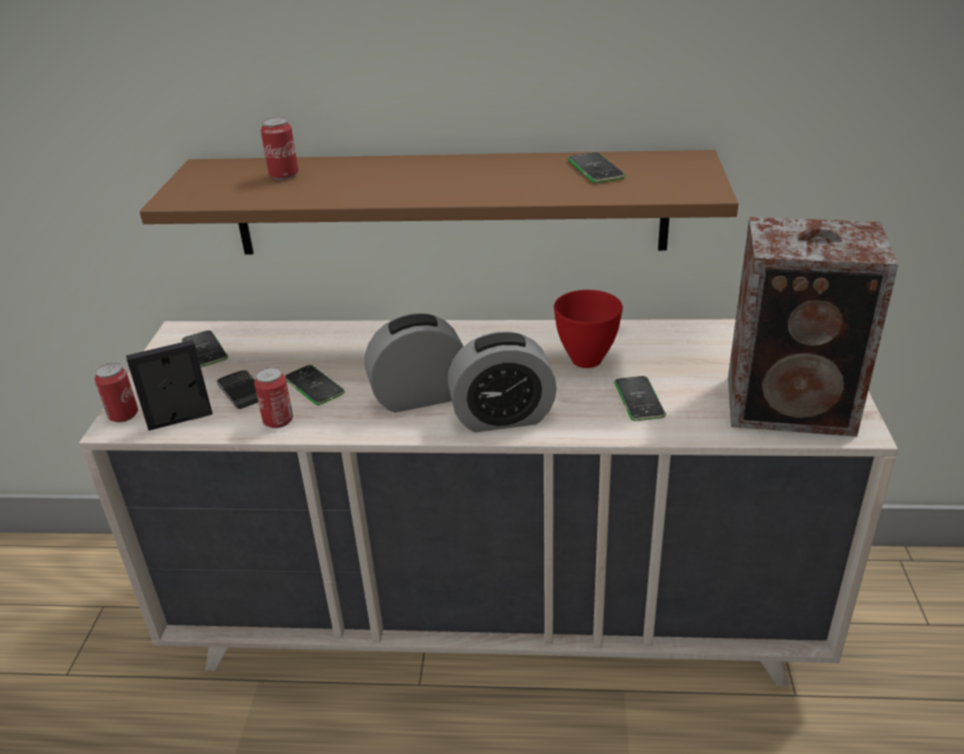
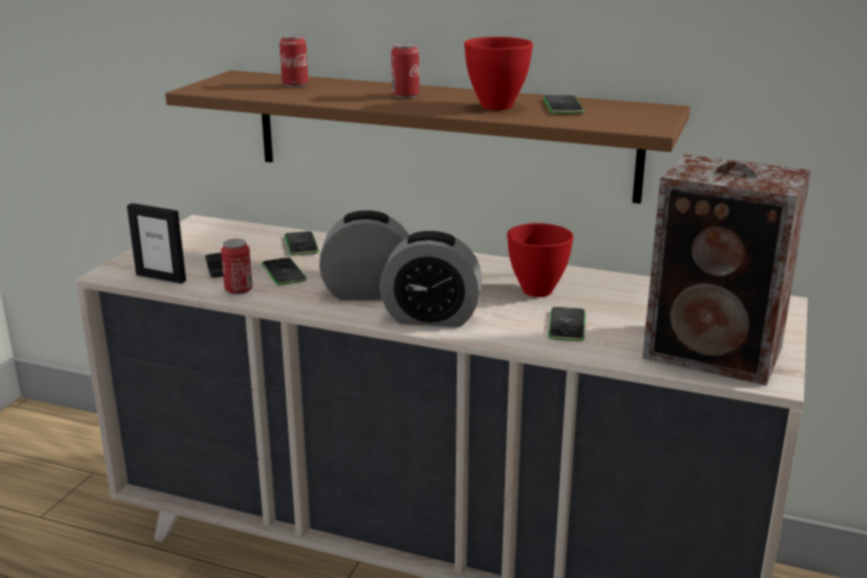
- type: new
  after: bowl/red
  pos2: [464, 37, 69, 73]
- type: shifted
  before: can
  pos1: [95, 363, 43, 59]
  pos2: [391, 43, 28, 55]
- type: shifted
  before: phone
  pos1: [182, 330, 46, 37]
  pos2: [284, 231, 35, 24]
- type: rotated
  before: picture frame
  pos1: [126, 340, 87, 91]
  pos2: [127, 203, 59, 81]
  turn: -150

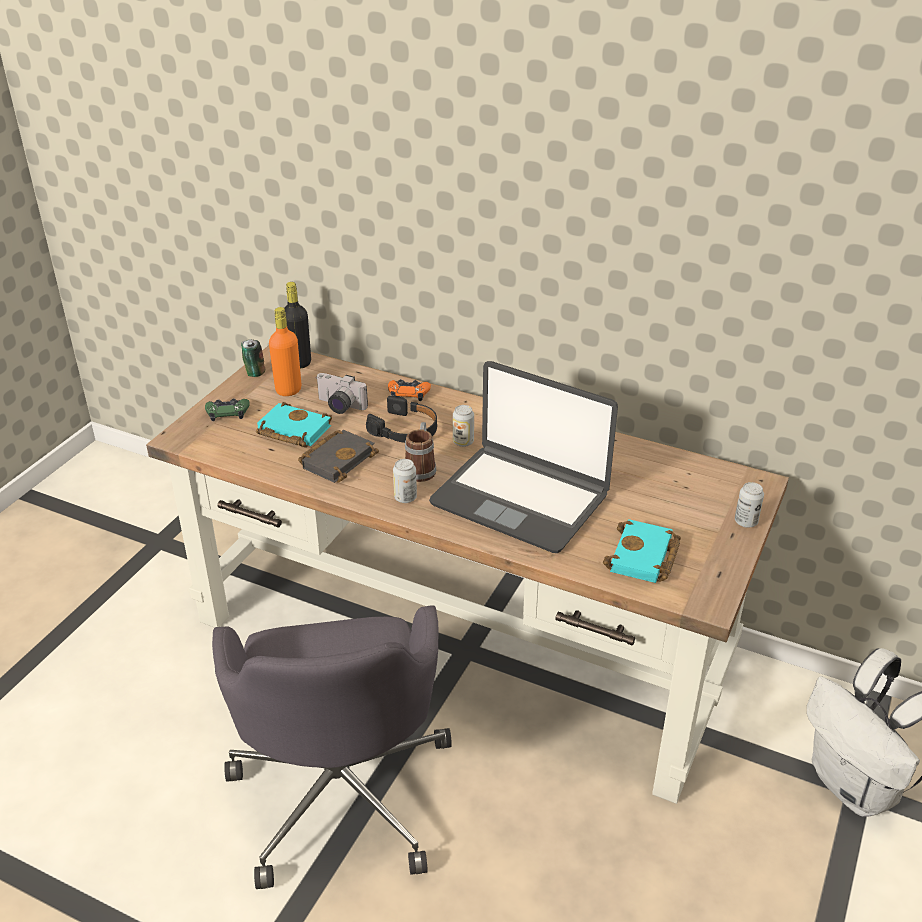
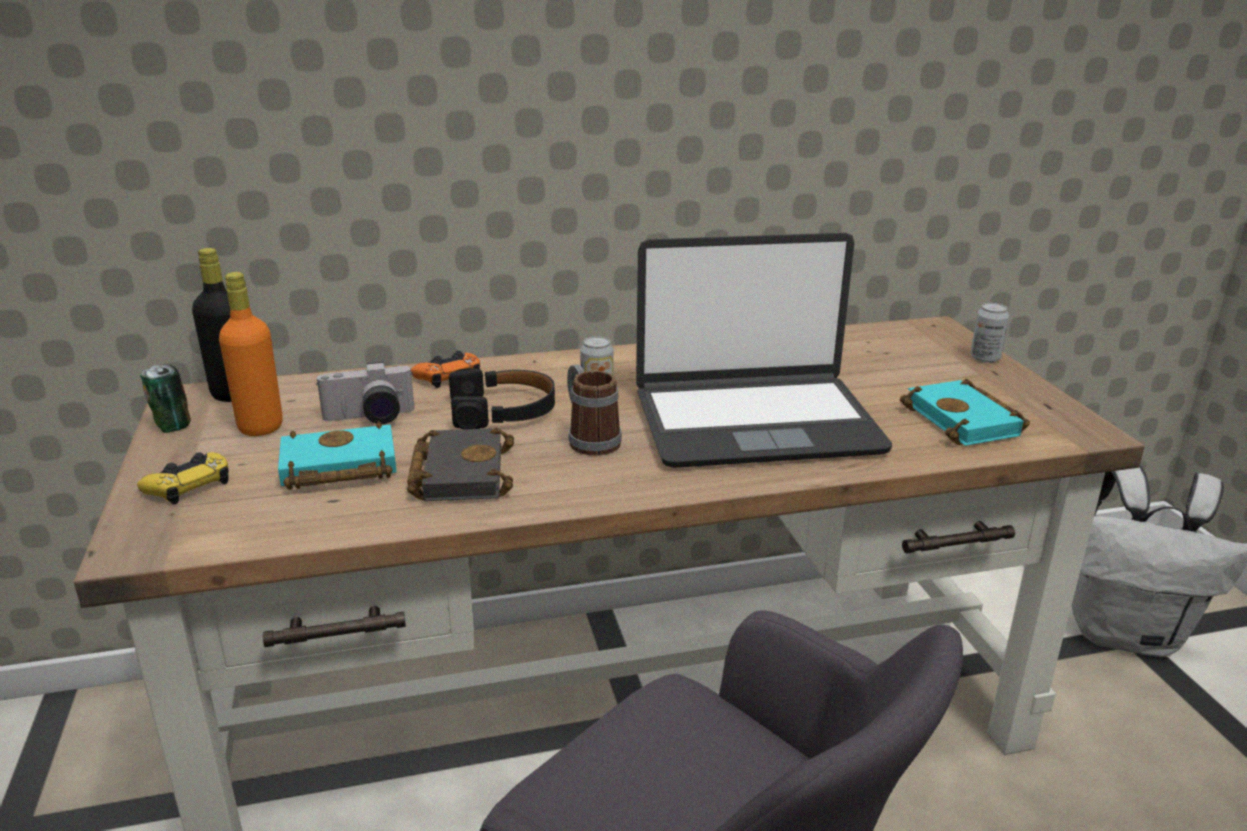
- type: gone
  before: can
  pos1: [393, 459, 24, 44]
- type: repainted
  before: game controller/green
  after: game controller/yellow
  pos1: [205, 398, 45, 23]
  pos2: [137, 452, 92, 52]

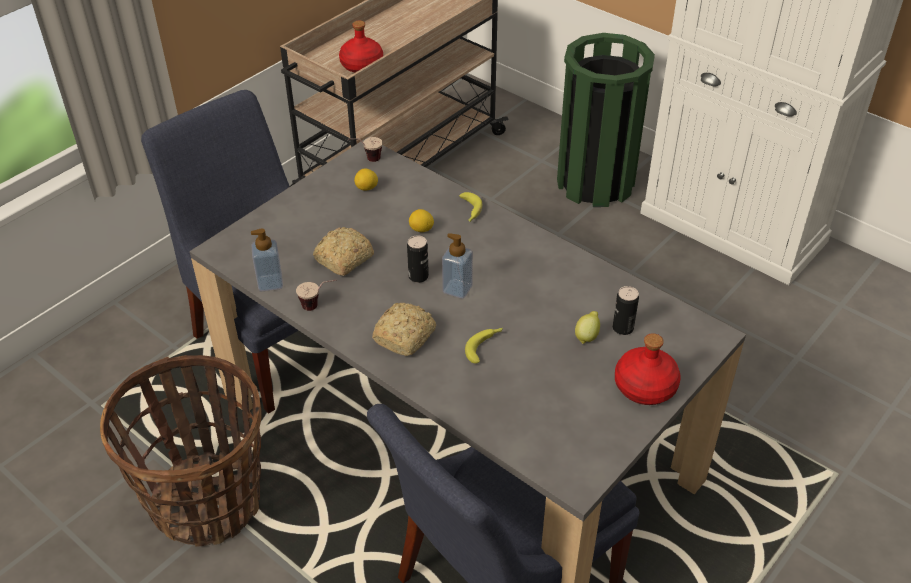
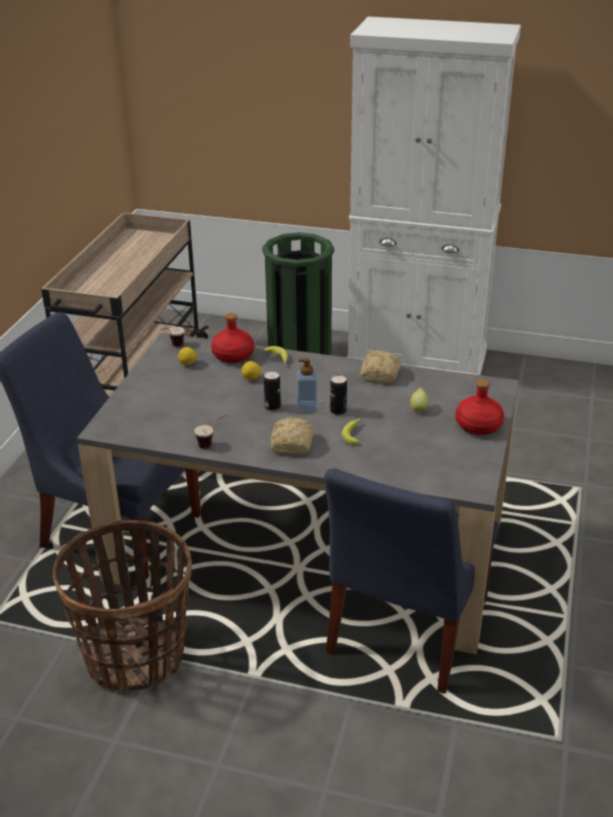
- type: gone
  before: soap dispenser
  pos1: [251, 229, 32, 62]
- type: shifted
  before: bread
  pos1: [313, 227, 61, 49]
  pos2: [360, 350, 41, 33]
- type: shifted
  before: bottle/red
  pos1: [339, 20, 44, 53]
  pos2: [211, 313, 43, 50]
- type: shifted
  before: can
  pos1: [613, 286, 26, 49]
  pos2: [330, 375, 17, 40]

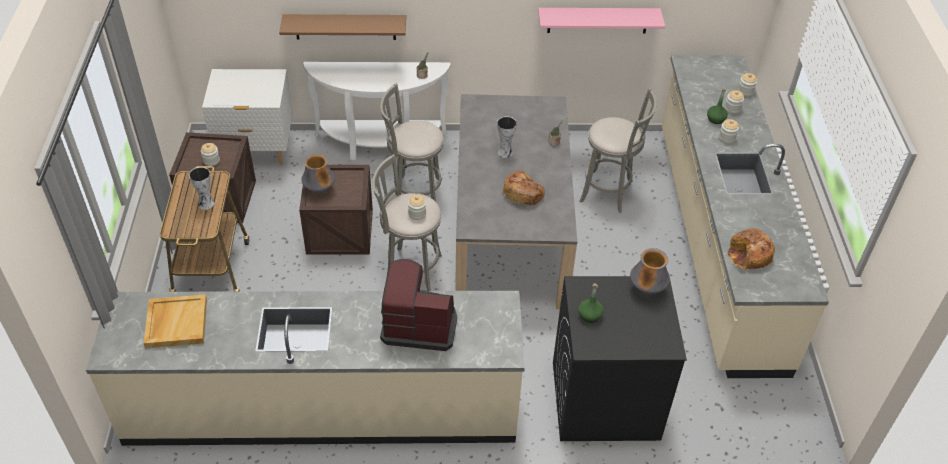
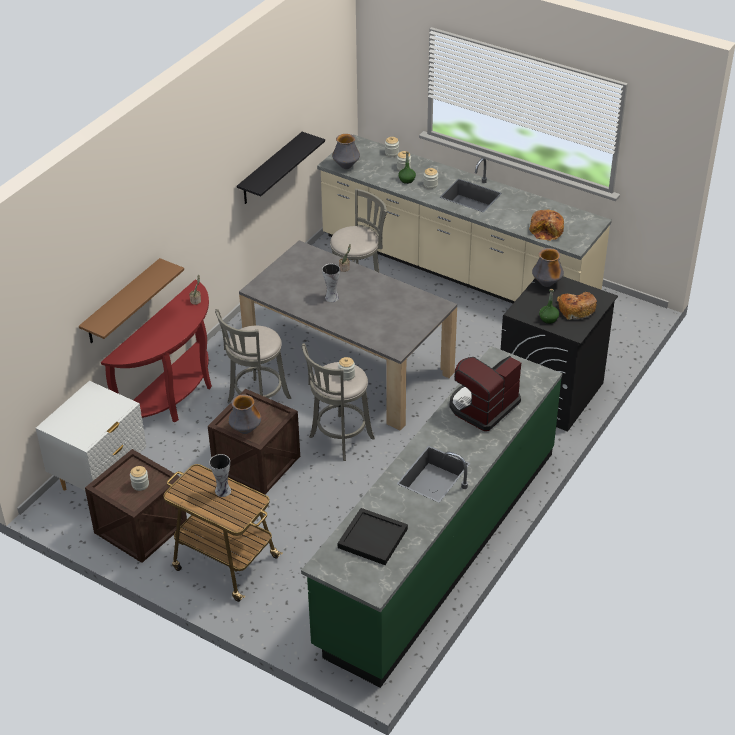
- type: new
  after: vase
  pos2: [332, 134, 28, 35]
- type: shifted
  before: bread
  pos1: [502, 171, 43, 35]
  pos2: [557, 292, 40, 28]
- type: repainted
  before: counter/beige
  after: counter/green
  pos1: [86, 291, 439, 155]
  pos2: [301, 346, 261, 342]
- type: repainted
  before: tray/beige
  after: tray/black
  pos1: [143, 294, 64, 54]
  pos2: [338, 508, 70, 57]
- type: repainted
  before: console table/white
  after: console table/red
  pos1: [303, 62, 148, 98]
  pos2: [101, 280, 111, 142]
- type: repainted
  before: shelf/pink
  after: shelf/black
  pos1: [538, 8, 127, 26]
  pos2: [237, 132, 88, 72]

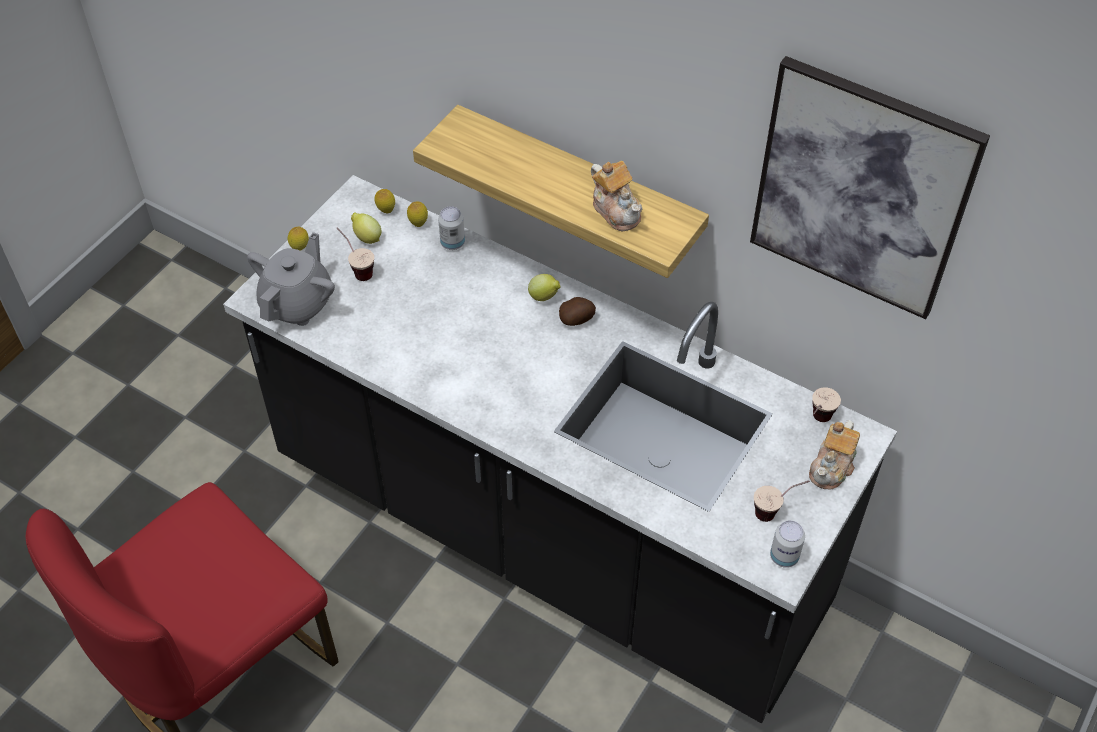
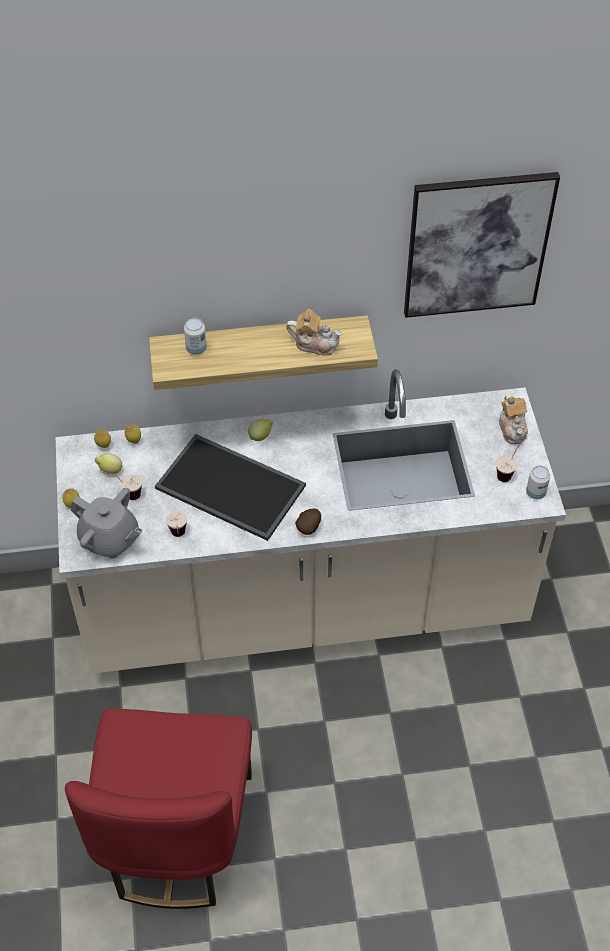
- type: new
  after: tray
  pos2: [155, 434, 151, 107]
- type: shifted
  before: can
  pos1: [438, 206, 27, 44]
  pos2: [184, 318, 23, 37]
- type: shifted
  before: potato
  pos1: [559, 297, 37, 29]
  pos2: [295, 509, 26, 26]
- type: shifted
  before: cup
  pos1: [812, 387, 29, 35]
  pos2: [166, 511, 21, 26]
- type: repainted
  before: counter/black
  after: counter/beige
  pos1: [223, 175, 674, 548]
  pos2: [56, 369, 510, 305]
- type: rotated
  before: teapot/grey
  pos1: [247, 232, 88, 94]
  pos2: [71, 488, 72, 71]
  turn: 135

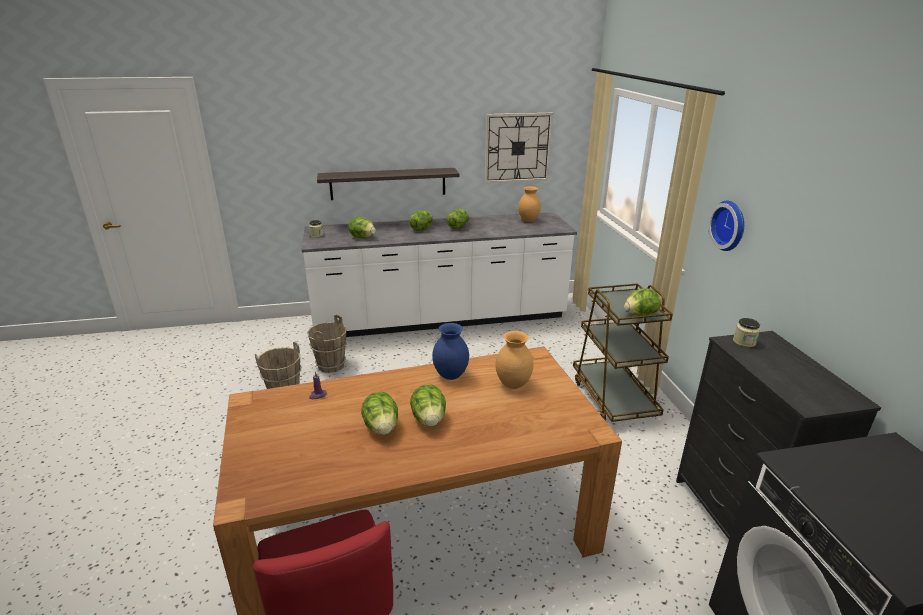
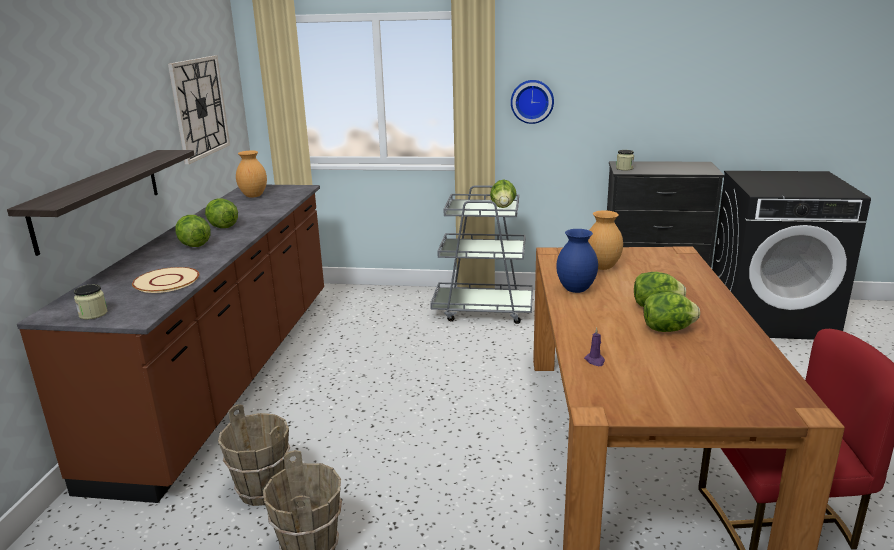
- type: swapped
  before: lettuce
  after: plate/beige
  pos1: [349, 217, 27, 21]
  pos2: [132, 267, 67, 26]
- type: repainted
  before: counter/white
  after: counter/brown
  pos1: [302, 212, 275, 125]
  pos2: [17, 185, 307, 318]
- type: repainted
  before: cart/brown
  after: cart/grey
  pos1: [573, 283, 100, 139]
  pos2: [430, 185, 103, 139]

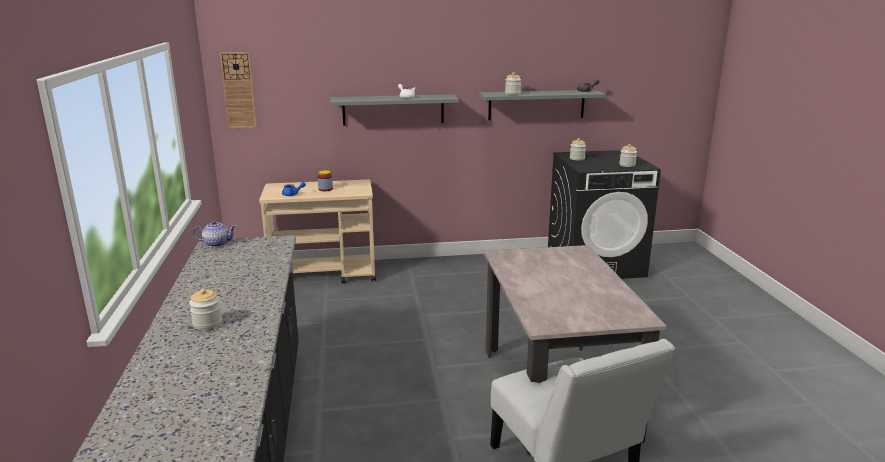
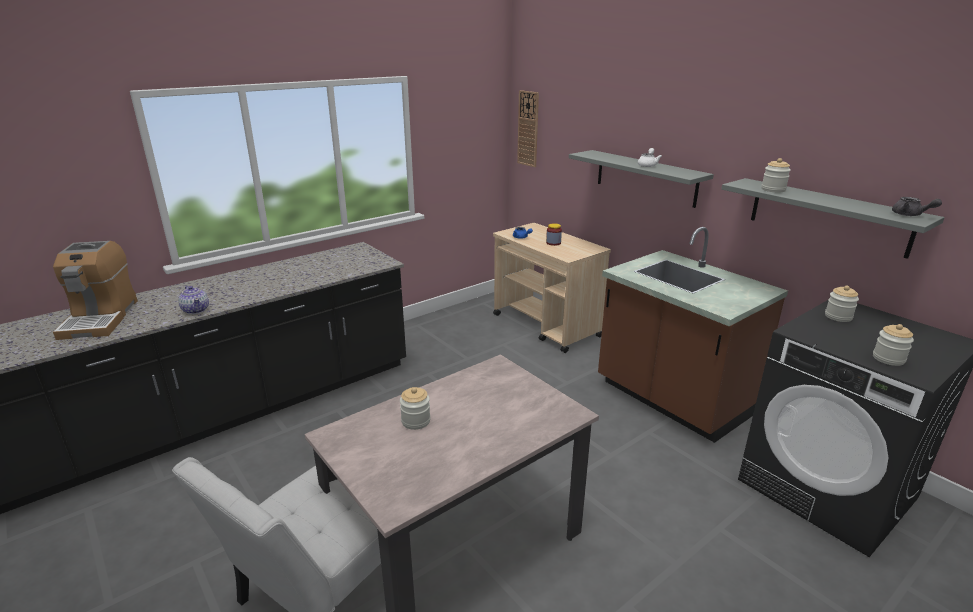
- type: new
  after: coffee machine
  pos2: [53, 241, 85, 99]
- type: new
  after: counter/brown
  pos2: [598, 227, 190, 216]
- type: shifted
  before: jar
  pos1: [189, 289, 33, 41]
  pos2: [400, 387, 31, 43]
- type: shifted
  before: teapot
  pos1: [193, 221, 43, 26]
  pos2: [178, 286, 31, 28]

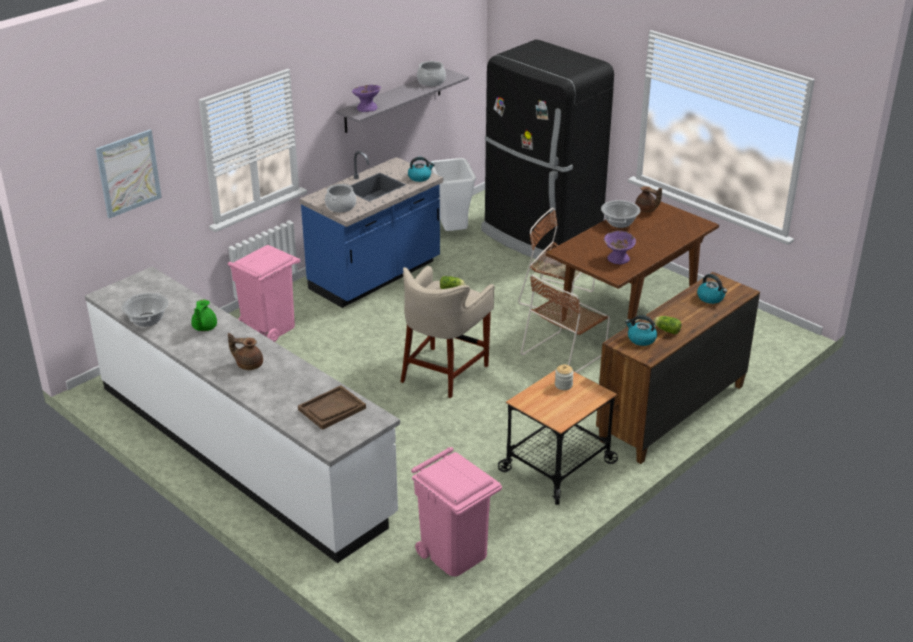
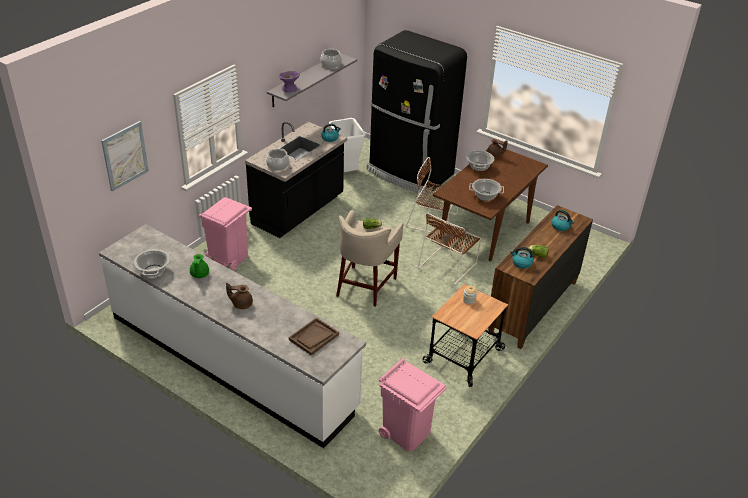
- type: swapped
  before: bowl/purple
  after: cooking pot
  pos1: [604, 231, 32, 33]
  pos2: [469, 179, 35, 22]
- type: repainted
  before: counter/blue
  after: counter/black
  pos1: [300, 151, 143, 157]
  pos2: [245, 122, 102, 116]

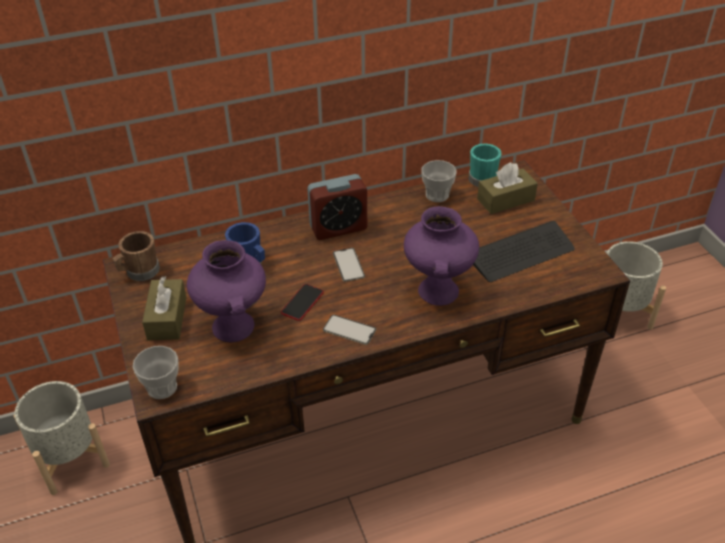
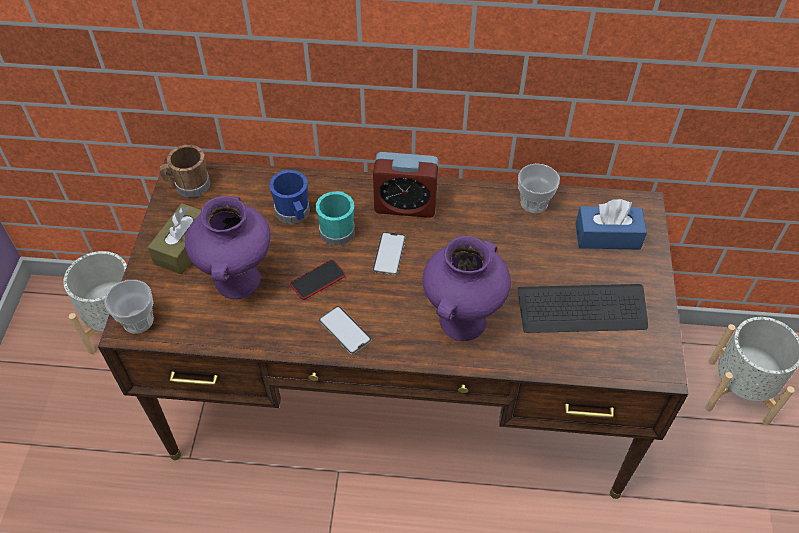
- type: shifted
  before: mug/turquoise
  pos1: [468, 144, 34, 43]
  pos2: [316, 191, 39, 55]
- type: repainted
  before: tissue box/brown
  after: tissue box/blue
  pos1: [477, 162, 61, 52]
  pos2: [575, 199, 72, 51]

